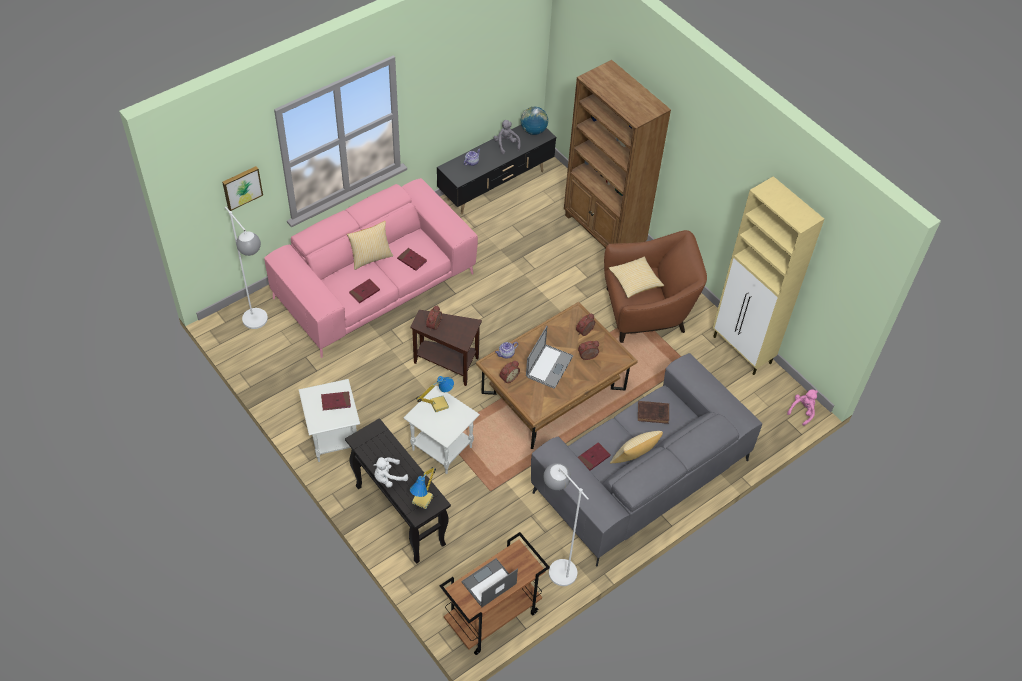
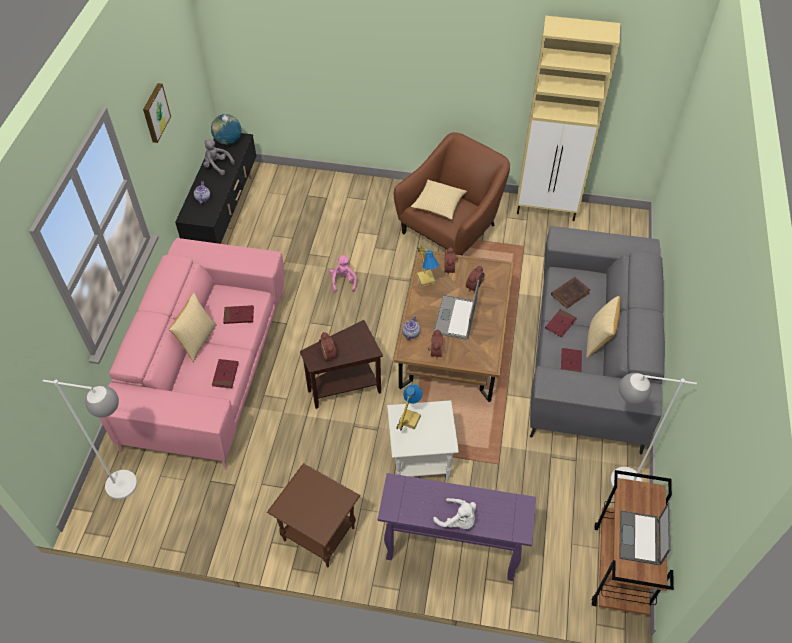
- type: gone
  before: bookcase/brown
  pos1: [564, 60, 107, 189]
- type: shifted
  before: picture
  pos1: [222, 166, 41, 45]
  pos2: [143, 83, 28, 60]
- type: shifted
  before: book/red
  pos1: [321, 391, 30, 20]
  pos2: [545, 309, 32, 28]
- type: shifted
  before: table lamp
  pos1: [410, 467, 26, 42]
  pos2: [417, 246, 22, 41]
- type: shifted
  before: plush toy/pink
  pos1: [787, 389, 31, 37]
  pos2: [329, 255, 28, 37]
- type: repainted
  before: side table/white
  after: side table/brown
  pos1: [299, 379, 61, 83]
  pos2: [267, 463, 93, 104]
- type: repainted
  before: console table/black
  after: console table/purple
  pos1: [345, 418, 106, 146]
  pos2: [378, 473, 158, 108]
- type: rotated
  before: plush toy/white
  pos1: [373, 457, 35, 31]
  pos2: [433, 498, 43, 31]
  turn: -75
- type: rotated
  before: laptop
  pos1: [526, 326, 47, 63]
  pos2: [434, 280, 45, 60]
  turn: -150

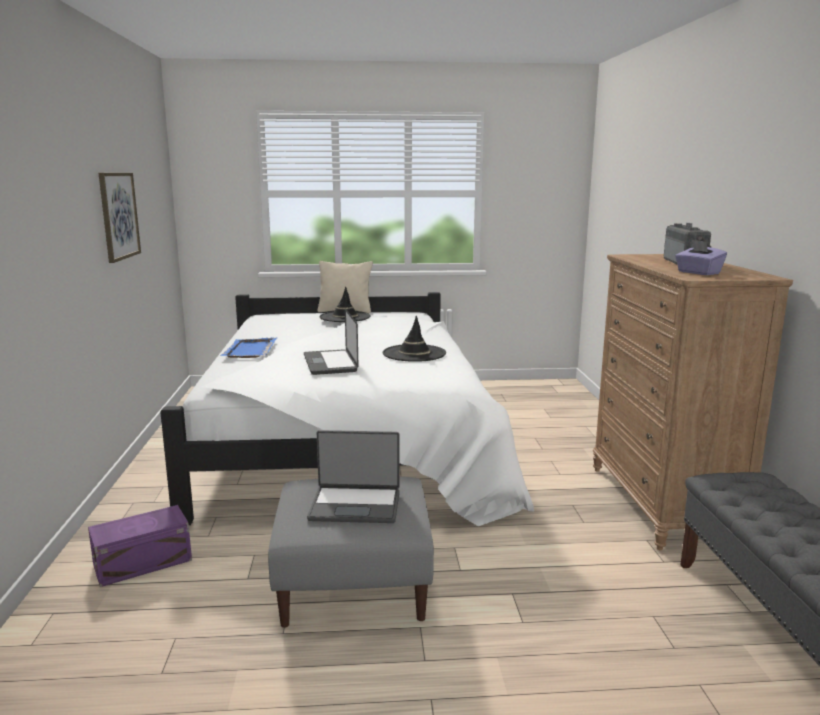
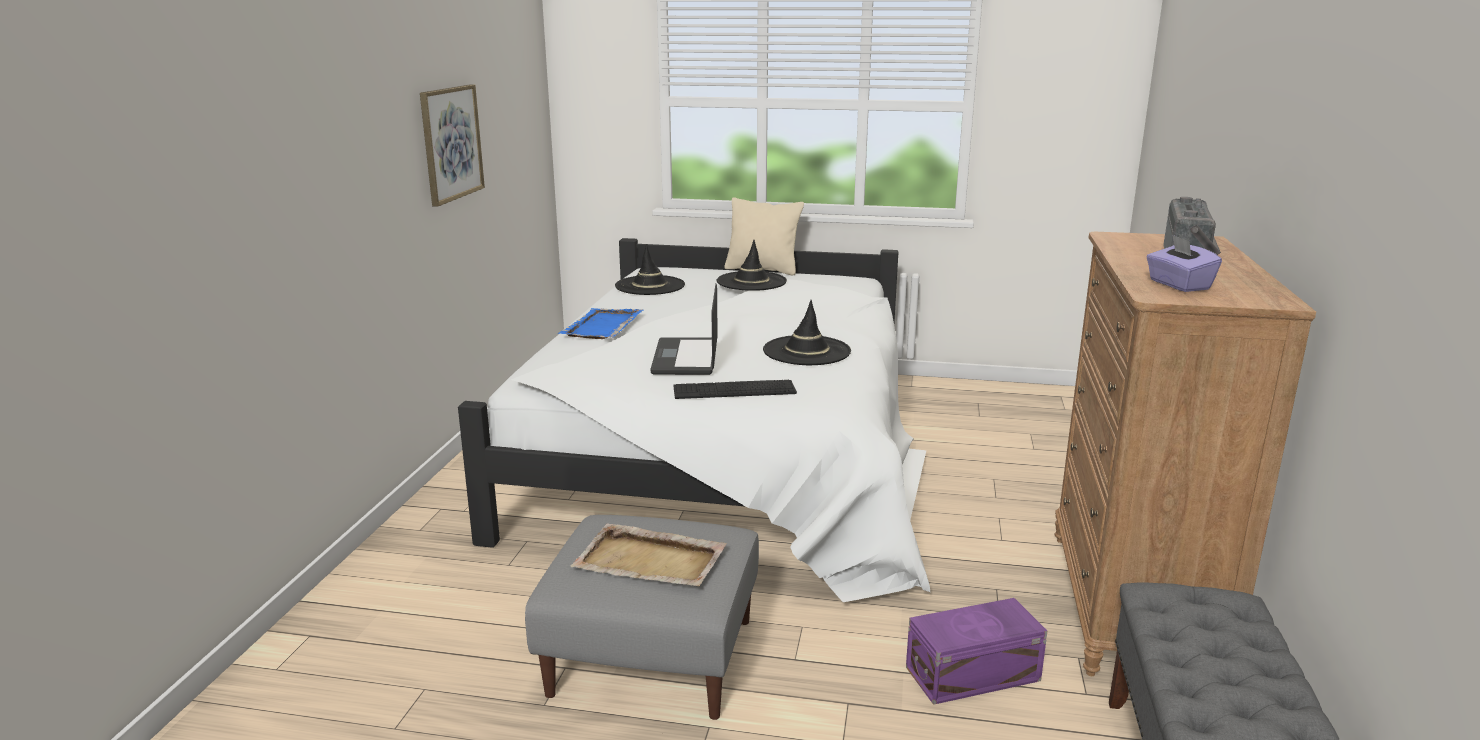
- type: new
  after: hat/black
  pos2: [615, 244, 70, 51]
- type: new
  after: keyboard
  pos2: [673, 380, 124, 19]
- type: shifted
  before: storage box/purple
  pos1: [88, 505, 104, 82]
  pos2: [906, 598, 141, 107]
- type: swapped
  before: laptop
  after: tray/beige
  pos1: [307, 430, 93, 93]
  pos2: [570, 524, 157, 62]

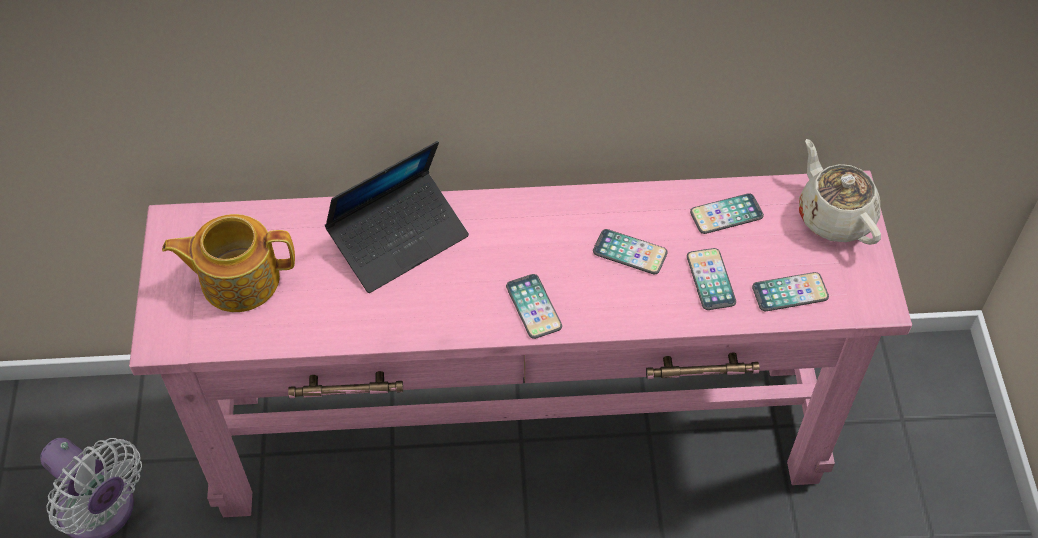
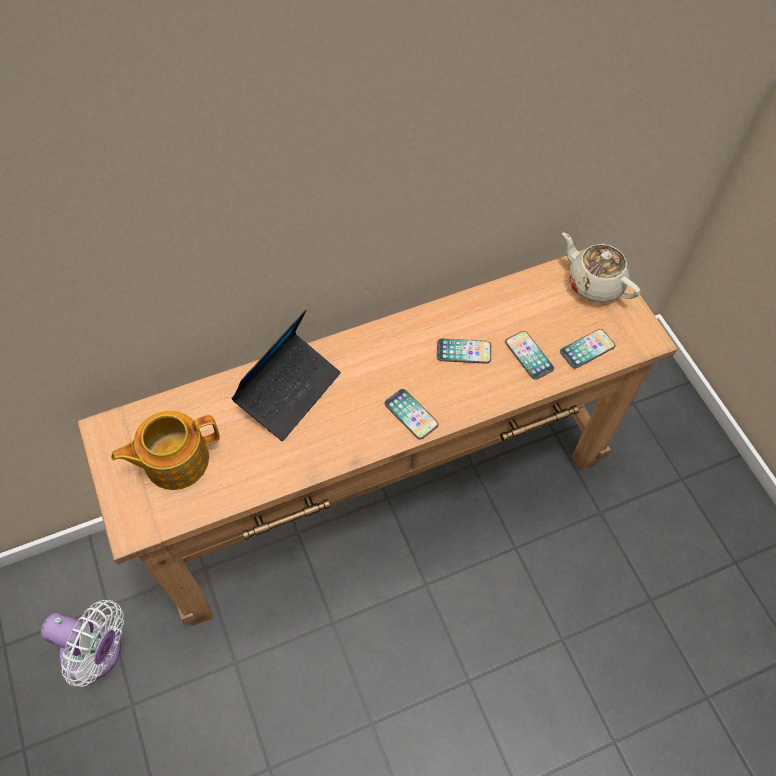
- type: gone
  before: phone
  pos1: [690, 193, 74, 41]
- type: repainted
  before: console table/pink
  after: console table/brown
  pos1: [129, 170, 783, 347]
  pos2: [77, 243, 601, 383]

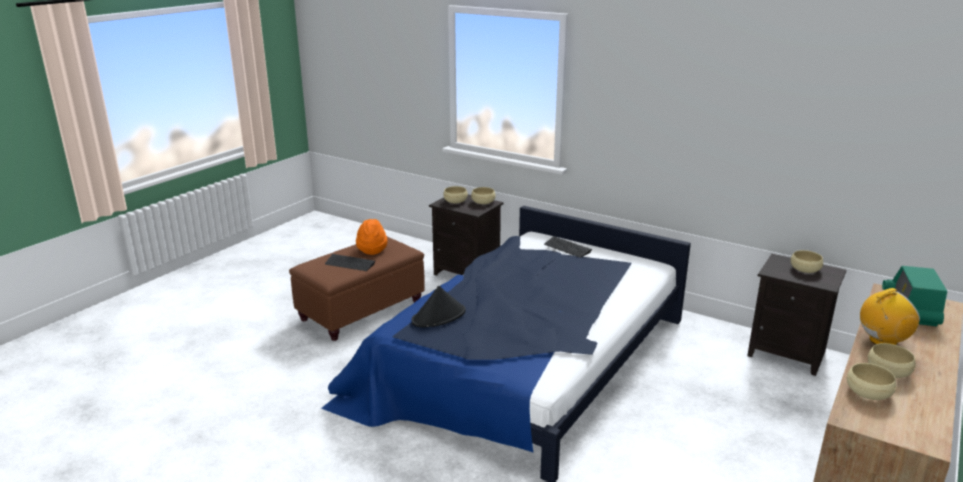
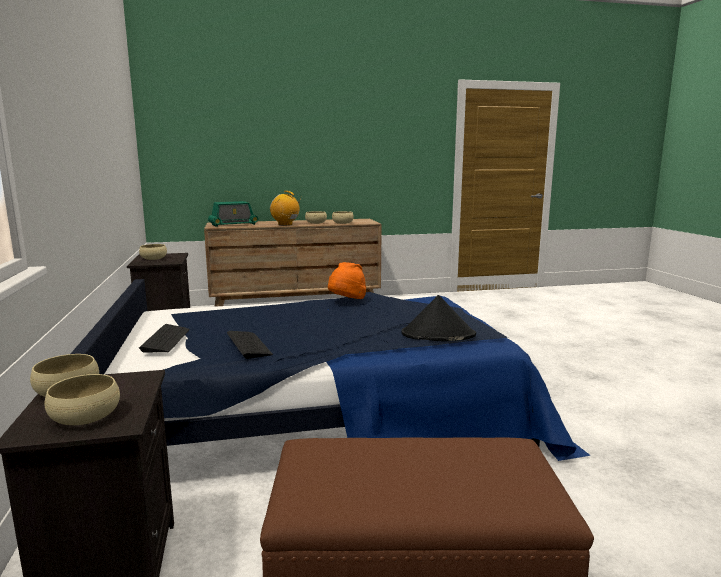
- type: shifted
  before: keyboard
  pos1: [325, 254, 50, 17]
  pos2: [227, 331, 46, 28]
- type: shifted
  before: hat/orange
  pos1: [356, 219, 31, 36]
  pos2: [328, 262, 38, 37]

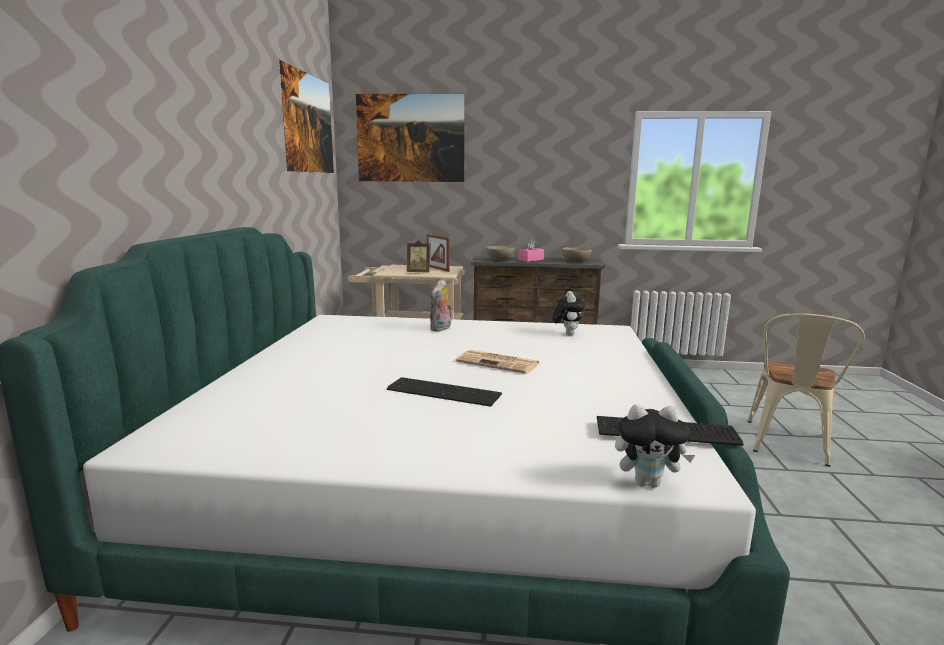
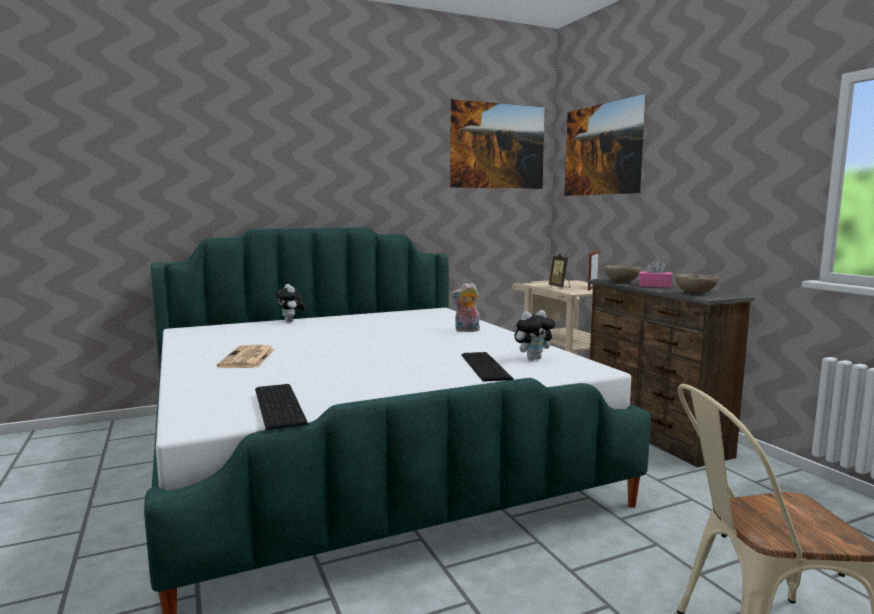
- type: shifted
  before: keyboard
  pos1: [387, 377, 115, 30]
  pos2: [461, 352, 53, 30]
- type: shifted
  before: newspaper
  pos1: [456, 350, 83, 24]
  pos2: [217, 345, 58, 23]
- type: shifted
  before: plush toy
  pos1: [615, 404, 80, 83]
  pos2: [276, 284, 29, 38]

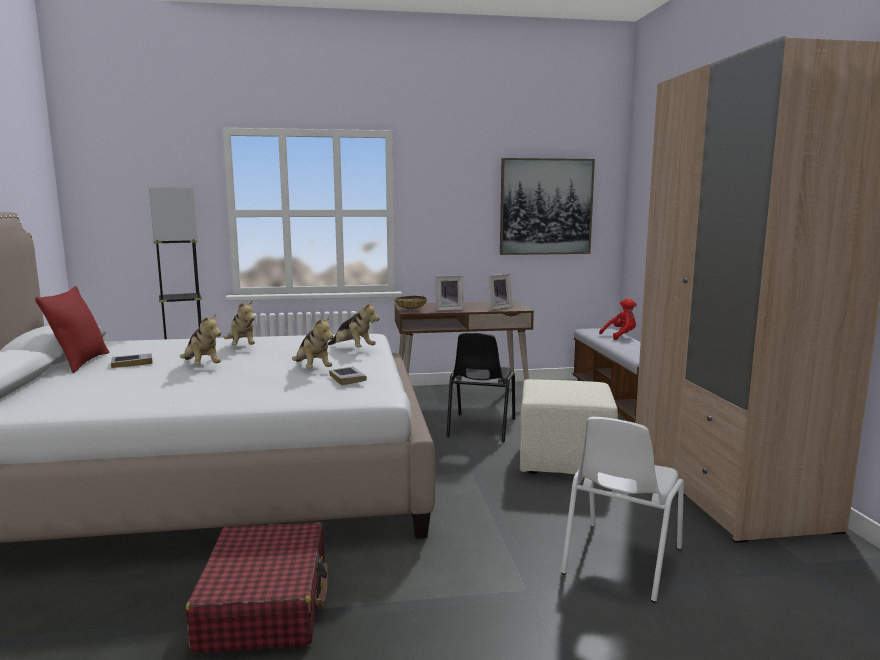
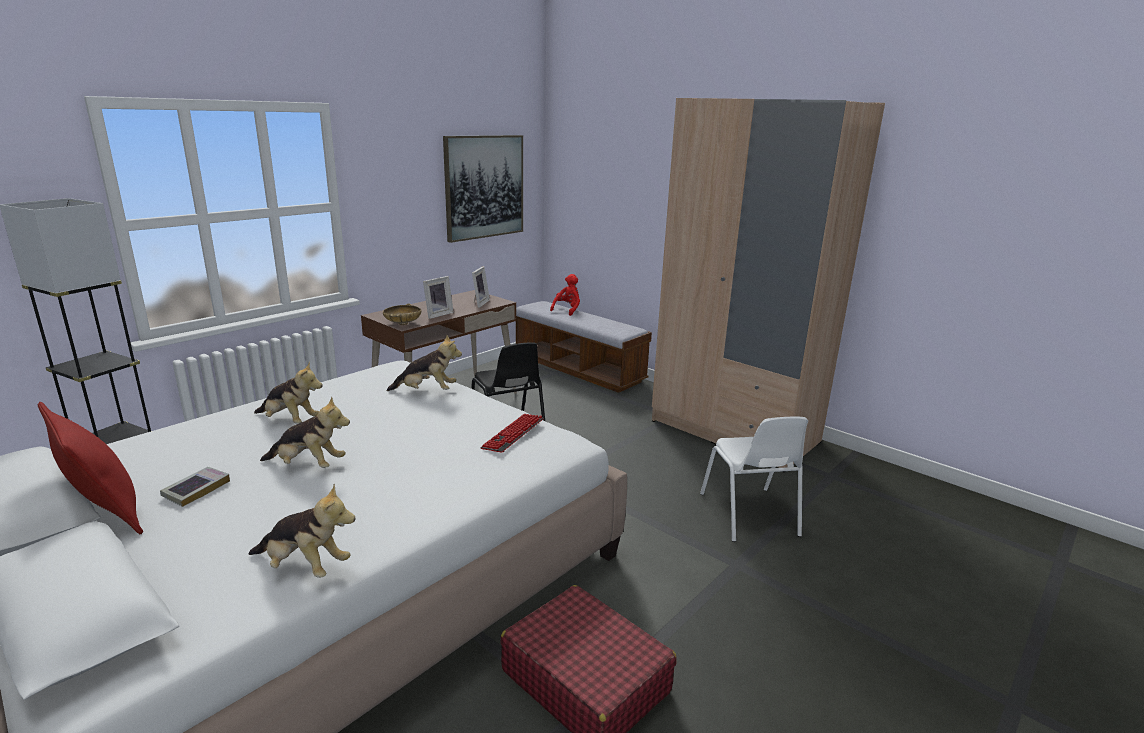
- type: gone
  before: ottoman/beige
  pos1: [520, 379, 98, 95]
- type: shifted
  before: plush toy
  pos1: [292, 316, 42, 52]
  pos2: [249, 484, 106, 94]
- type: swapped
  before: book
  after: keyboard
  pos1: [329, 366, 38, 19]
  pos2: [481, 413, 63, 40]

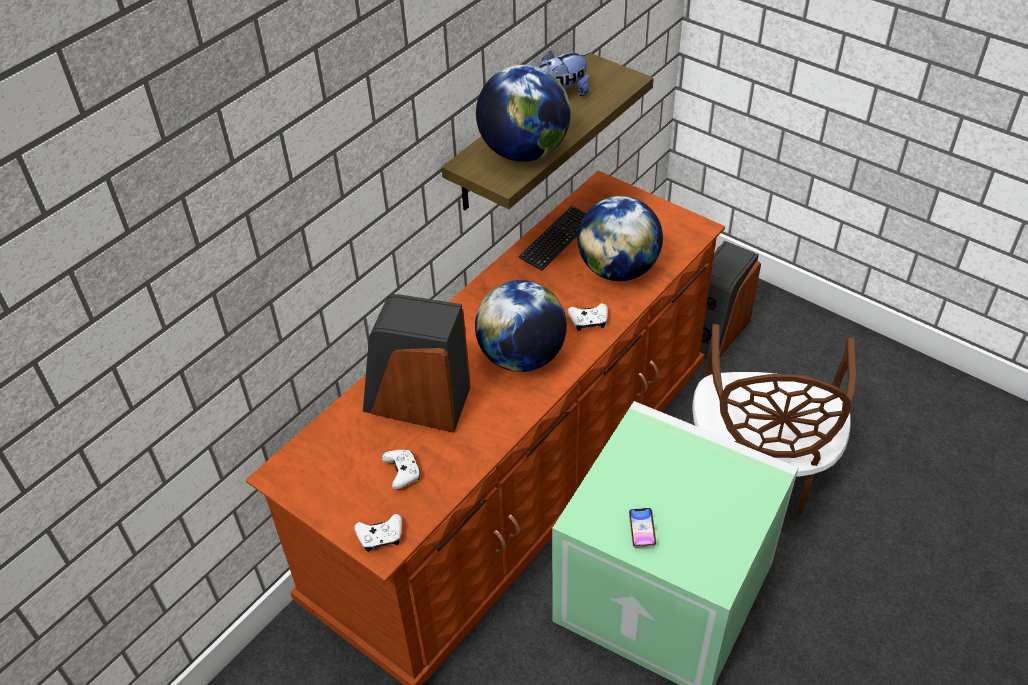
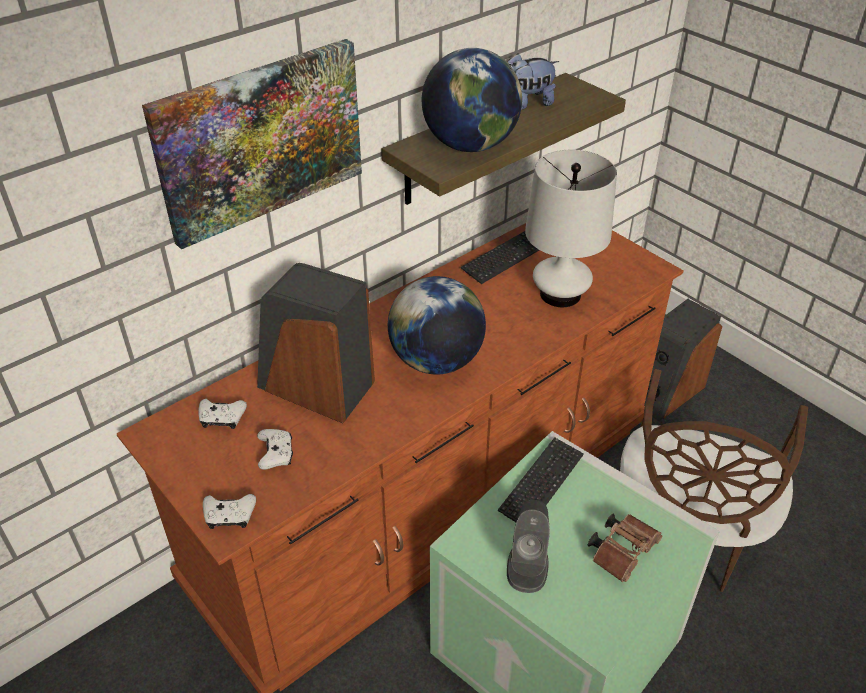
- type: new
  after: picture
  pos2: [142, 39, 220, 210]
- type: new
  after: keyboard
  pos2: [498, 437, 86, 85]
- type: new
  after: binoculars/brown
  pos2: [588, 513, 74, 69]
- type: shifted
  before: game controller/white
  pos1: [567, 303, 41, 28]
  pos2: [199, 399, 48, 30]
- type: swapped
  before: globe
  after: table lamp/white
  pos1: [578, 196, 85, 85]
  pos2: [525, 150, 92, 157]
- type: swapped
  before: phone
  after: speaker/grey
  pos1: [629, 508, 28, 40]
  pos2: [507, 500, 43, 93]

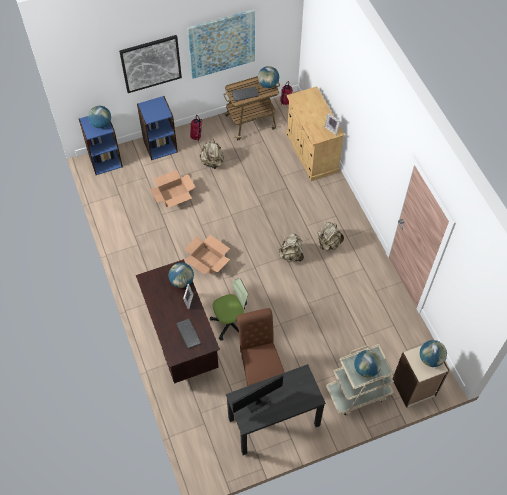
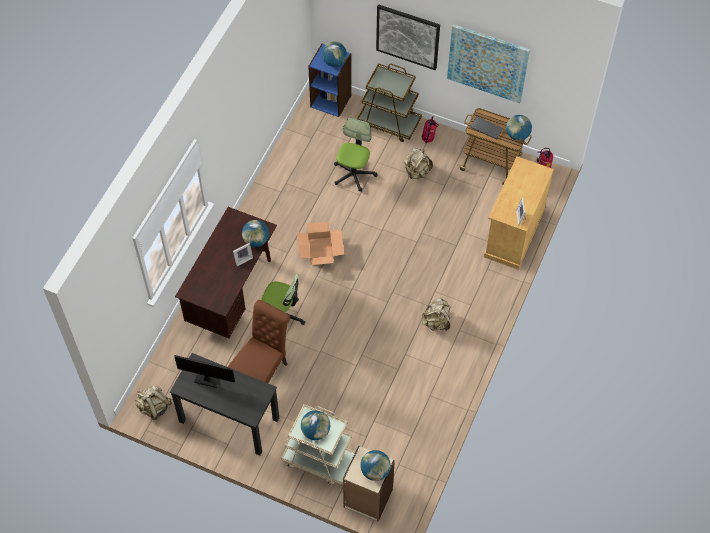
- type: gone
  before: keyboard
  pos1: [176, 319, 25, 30]
- type: shifted
  before: backpack/beige
  pos1: [279, 233, 25, 29]
  pos2: [135, 386, 37, 34]
- type: swapped
  before: bookcase/blue
  after: cart/brown
  pos1: [137, 96, 41, 64]
  pos2: [357, 63, 65, 79]
- type: swapped
  before: cardboard box
  after: office chair
  pos1: [150, 170, 45, 37]
  pos2: [334, 118, 43, 73]

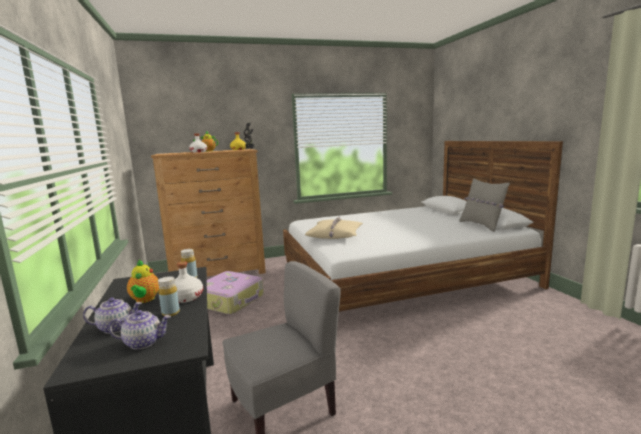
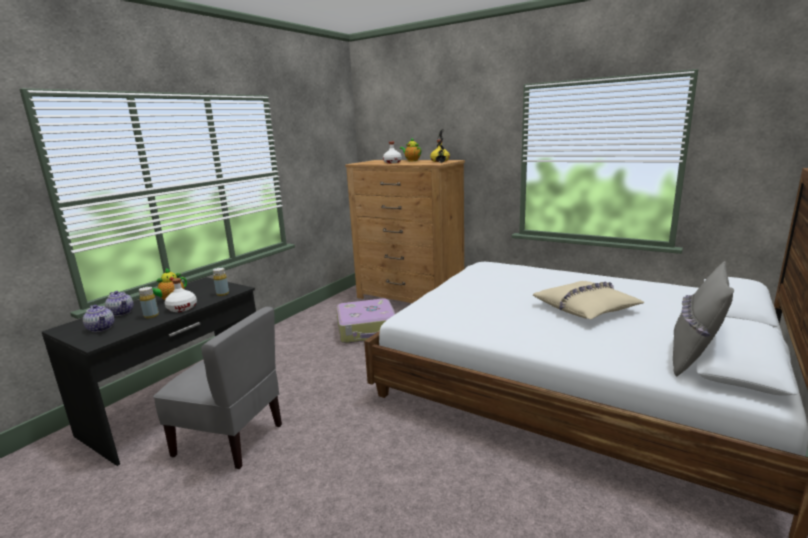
- type: shifted
  before: pillow/beige
  pos1: [305, 216, 58, 23]
  pos2: [533, 281, 112, 38]

